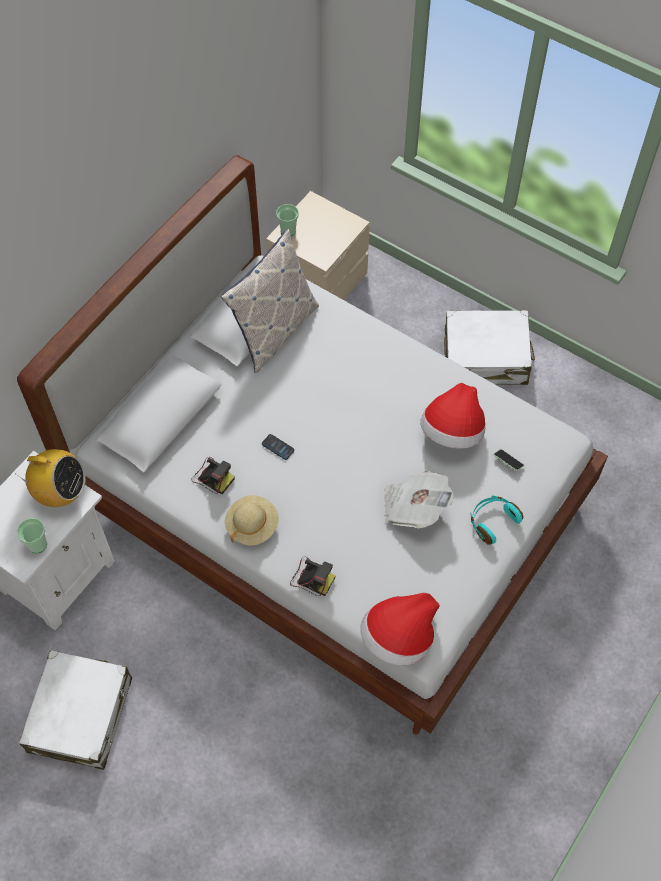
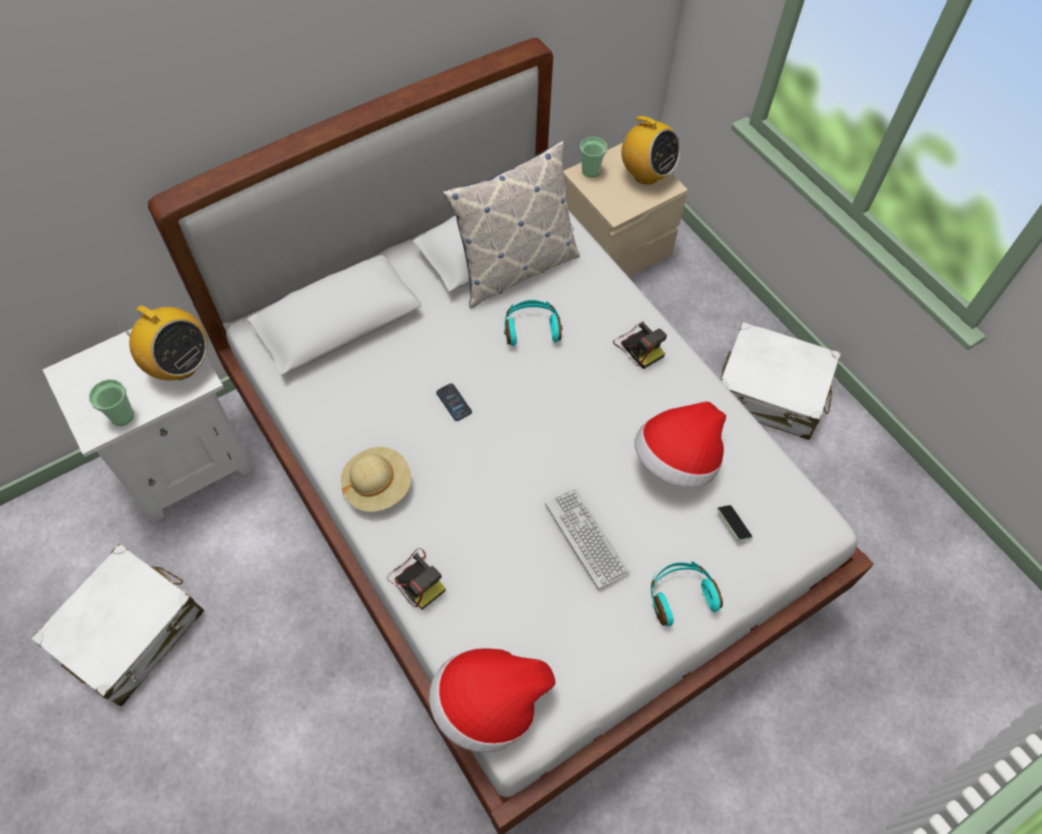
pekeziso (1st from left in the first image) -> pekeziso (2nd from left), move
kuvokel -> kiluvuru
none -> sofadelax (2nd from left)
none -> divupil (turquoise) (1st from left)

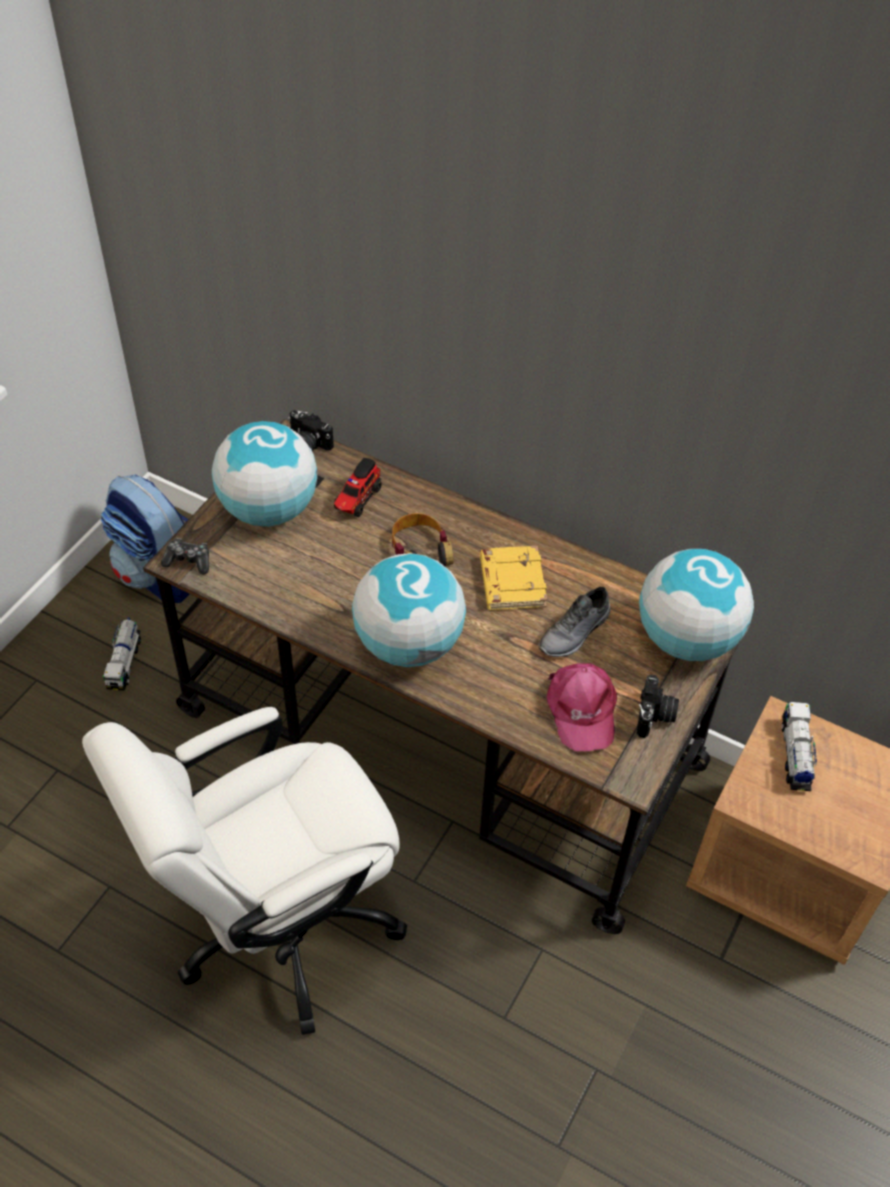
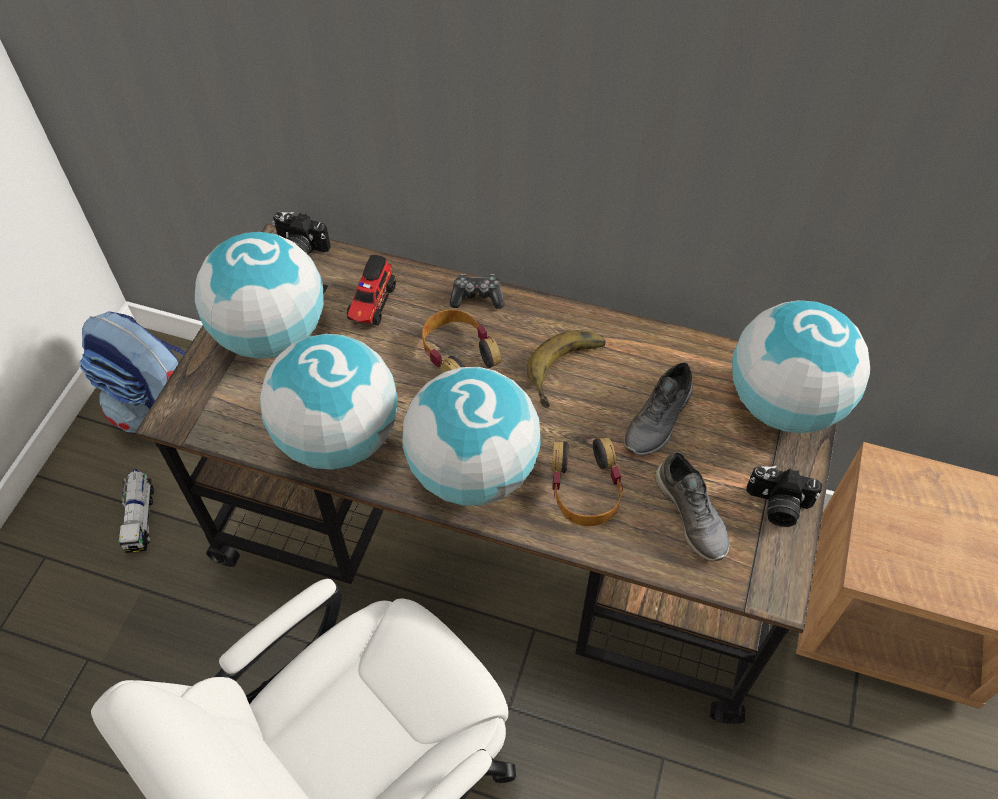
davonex, move
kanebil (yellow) -> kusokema
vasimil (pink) -> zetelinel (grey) (2nd from left)
pekeziso (2nd from left), 105 degrees clockwise
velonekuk (3rd from left) -> none
none -> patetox (2nd from left)
none -> divupil (2nd from left)

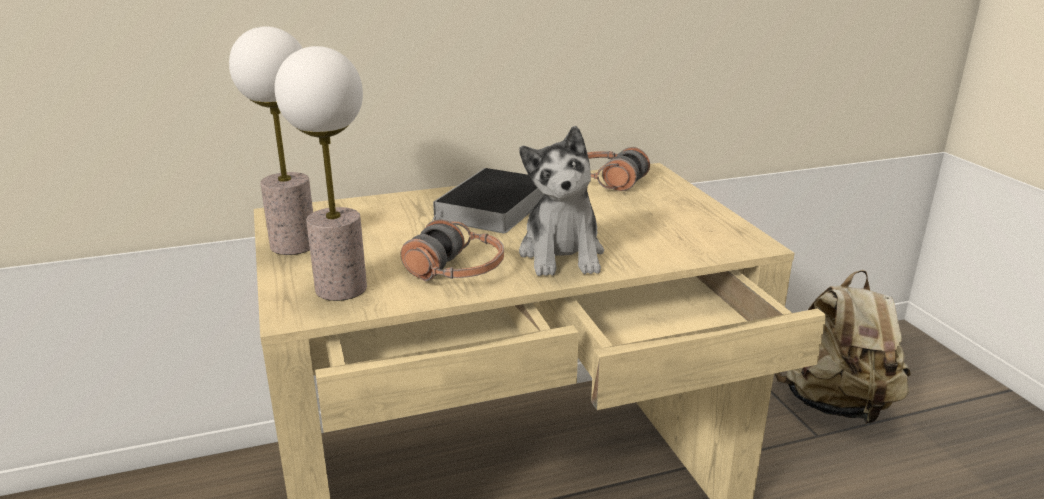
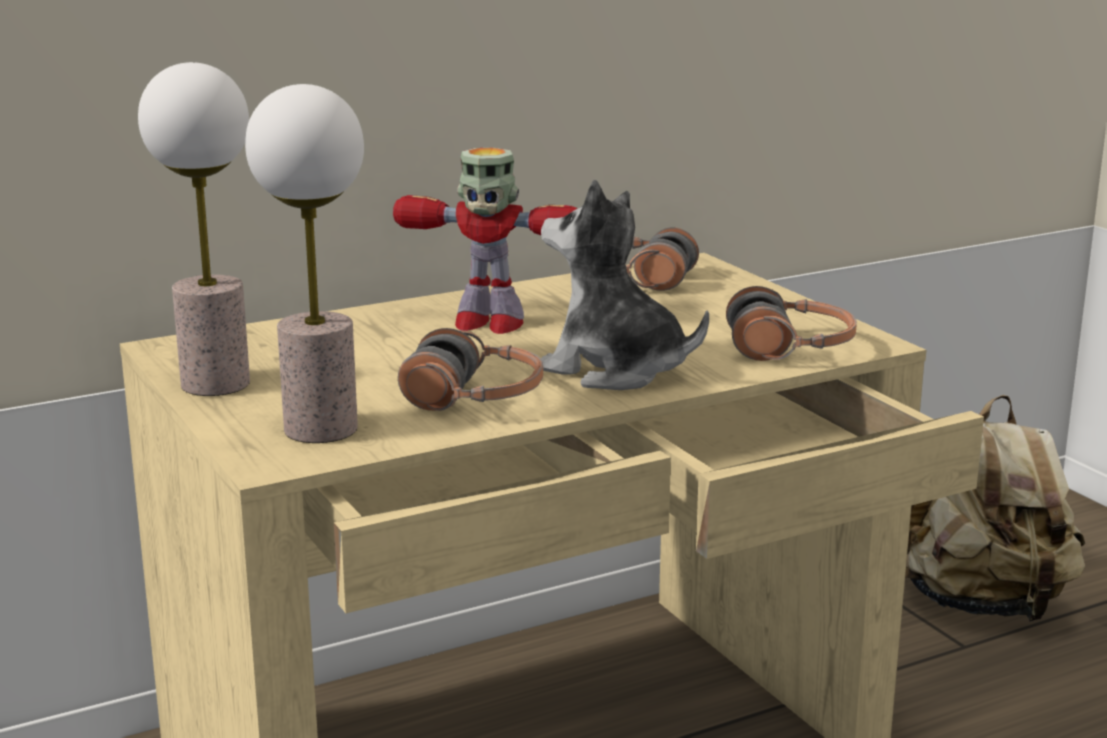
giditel, 135 degrees clockwise
kanebil -> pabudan
none -> divupil (3rd from left)

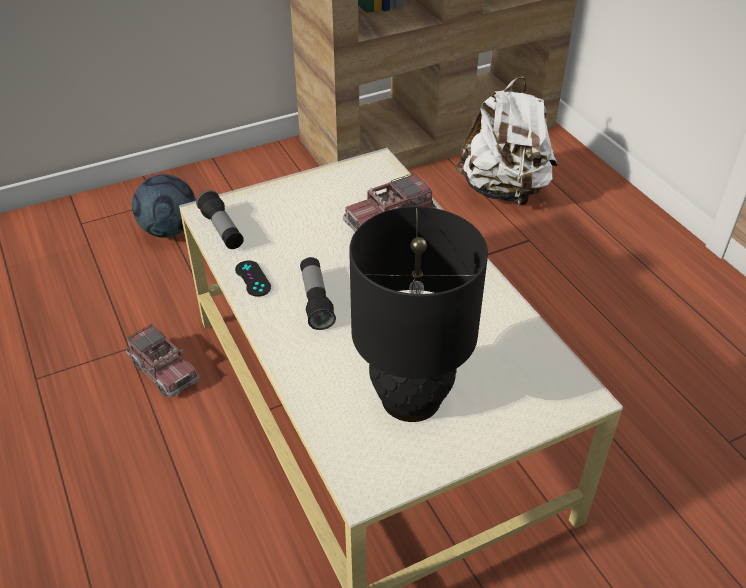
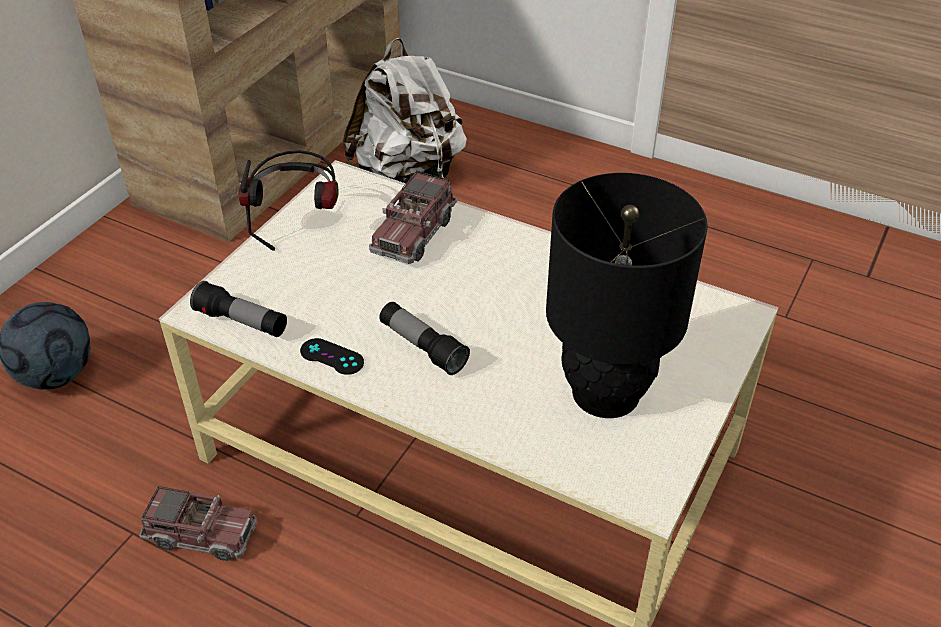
none -> divupil

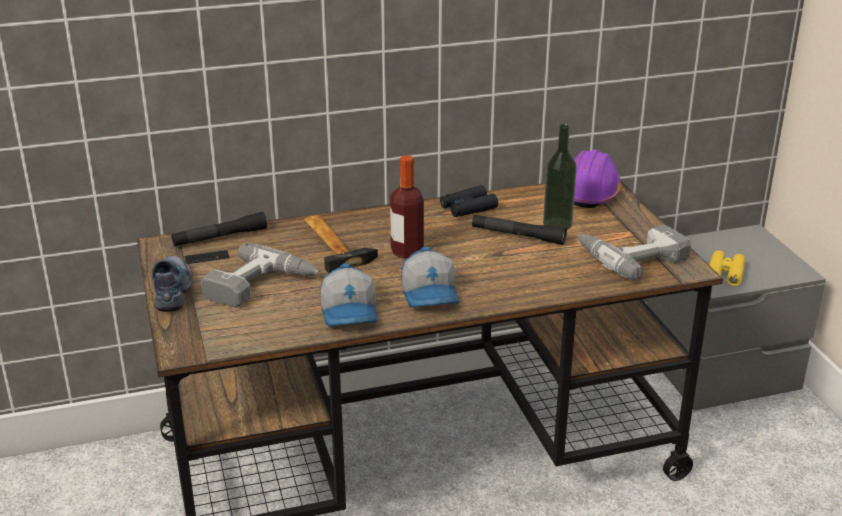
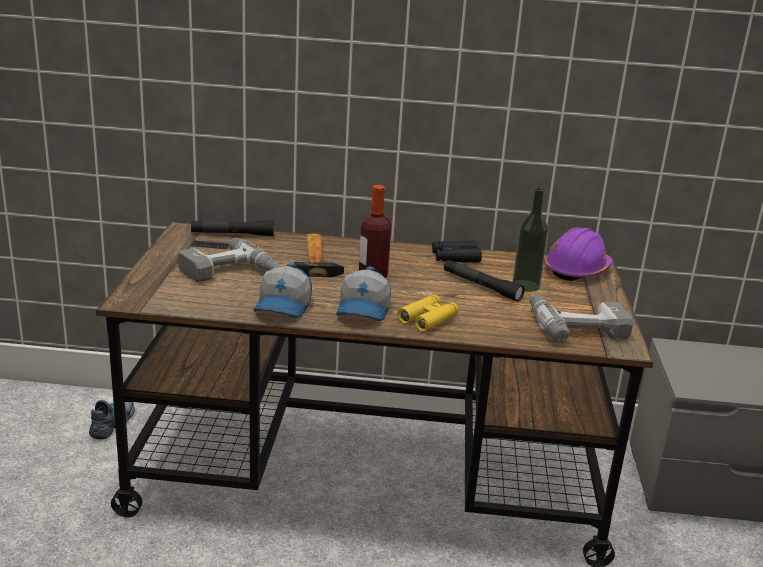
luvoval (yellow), move
zetelinel, move

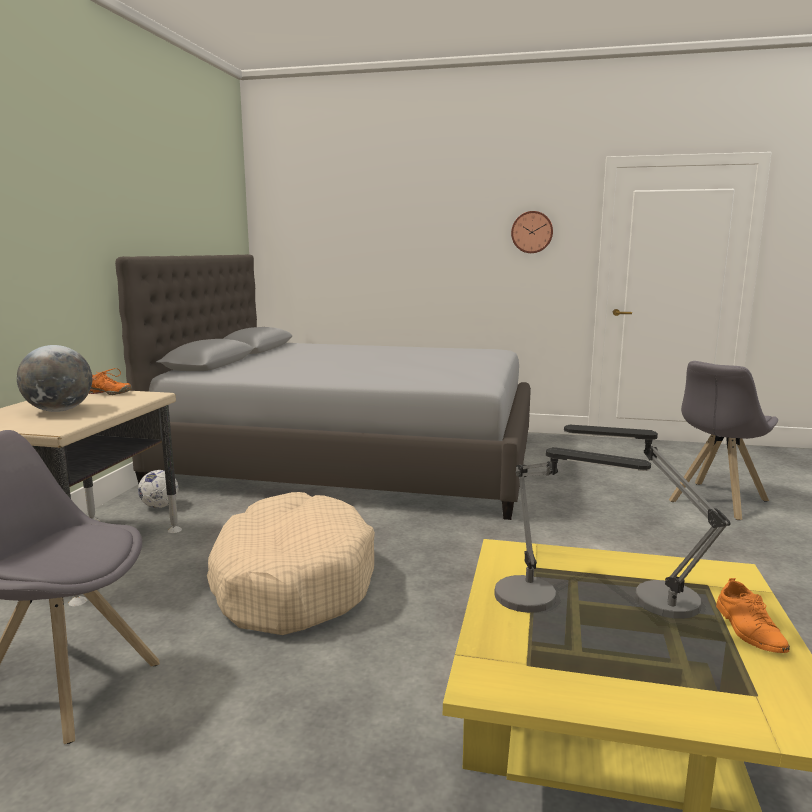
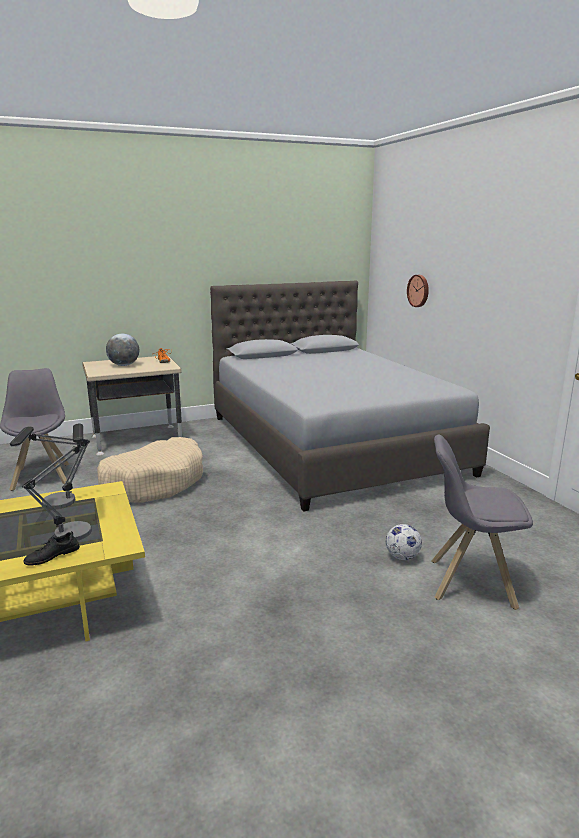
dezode, move
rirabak, move
zetelinel (orange) (2nd from left) -> zetelinel (black)

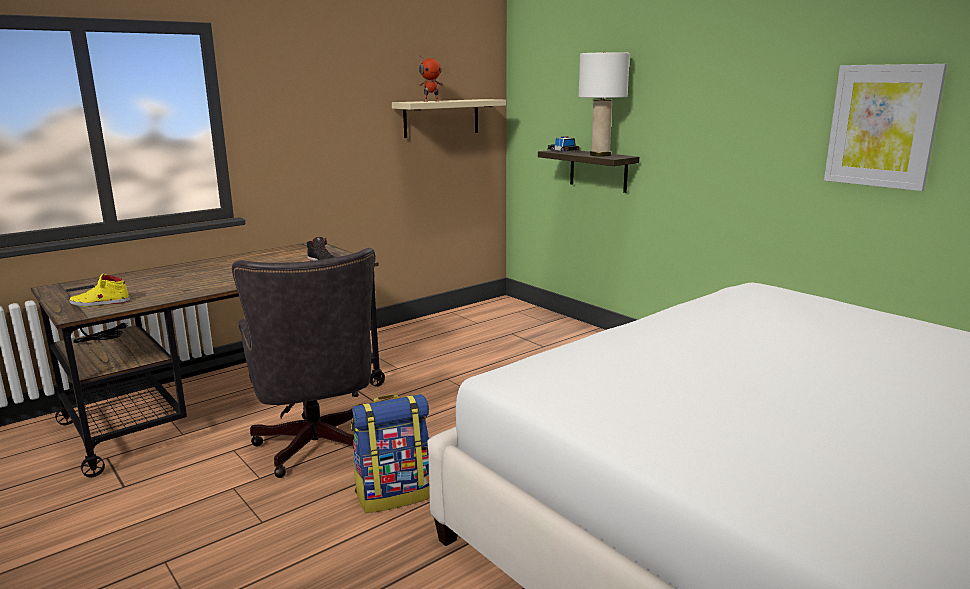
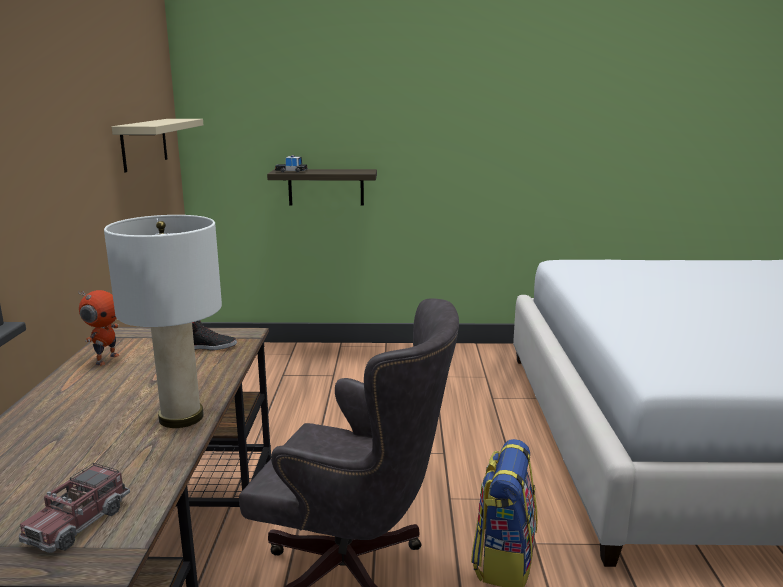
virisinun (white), move
pabudan, move
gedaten -> none
zetelinel (yellow) -> velonekuk

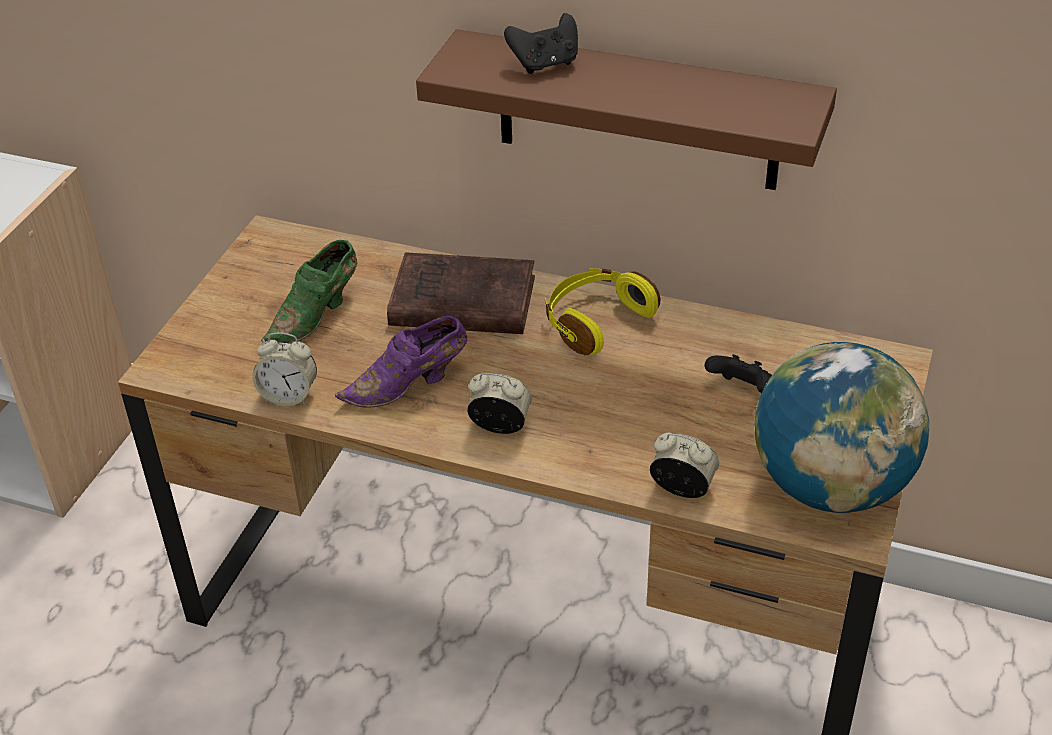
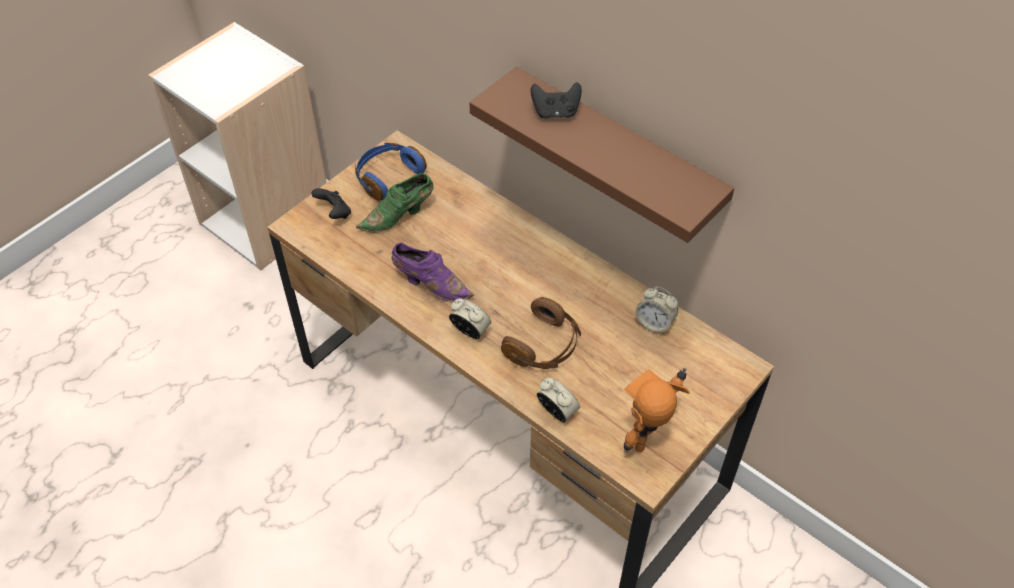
kanebil (brown) -> none
divupil (yellow) -> none
zetelinel (purple), 150 degrees counterclockwise
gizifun (1st from left in the first image) -> gizifun (3rd from left), move
patetox -> pabudan
davonex (black) (2nd from left in the first image) -> davonex (black) (1st from left), move
none -> divupil (blue)
none -> divupil (brown)

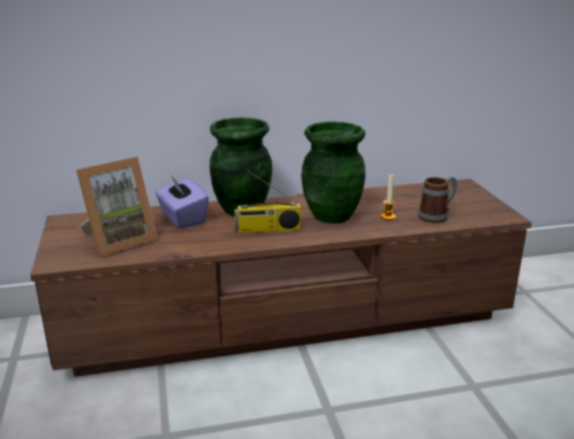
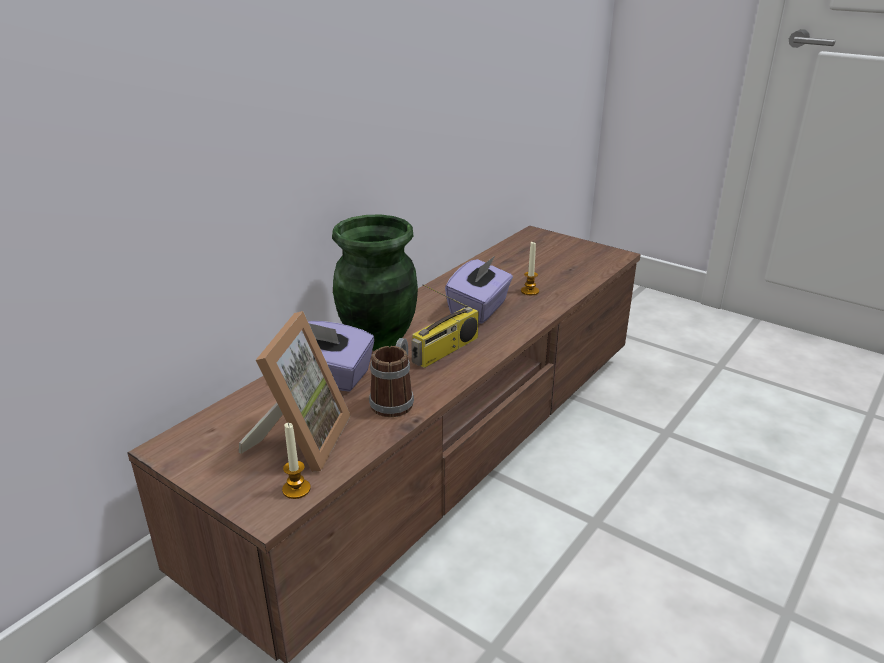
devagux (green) (2nd from left) -> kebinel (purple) (2nd from left)
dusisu, move
none -> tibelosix (1st from left)

